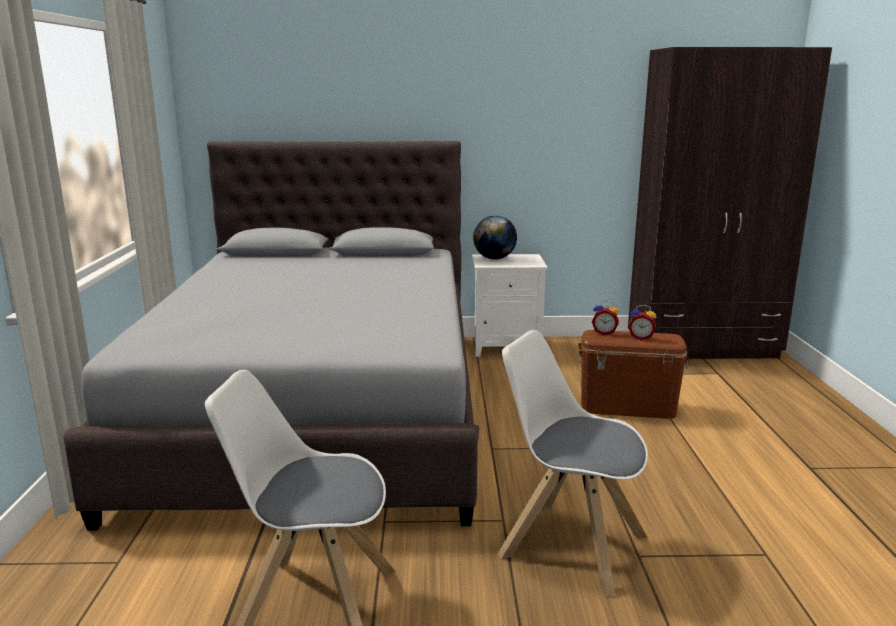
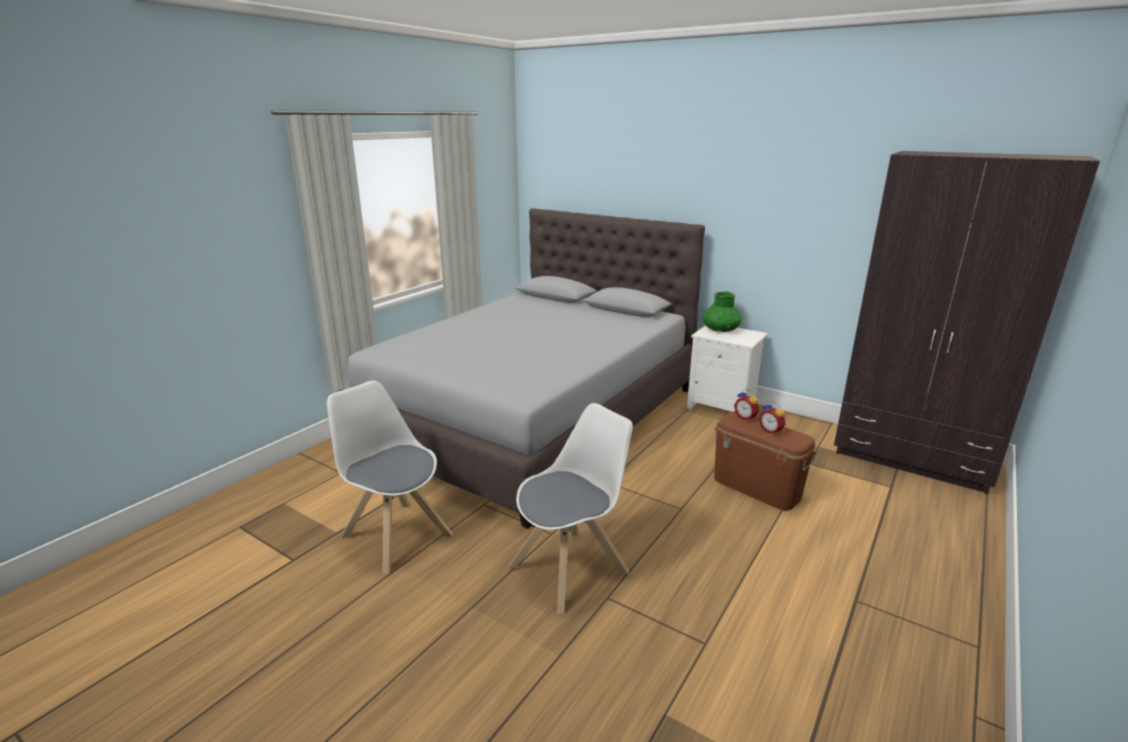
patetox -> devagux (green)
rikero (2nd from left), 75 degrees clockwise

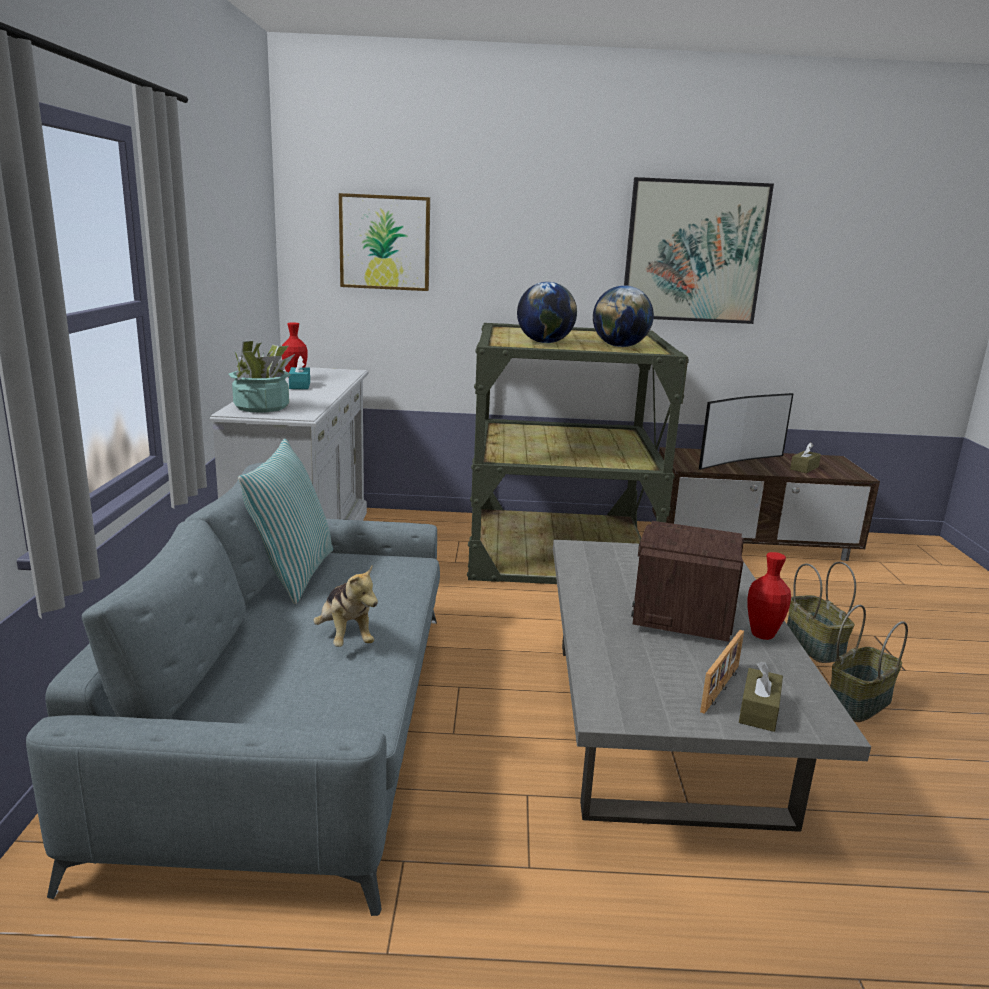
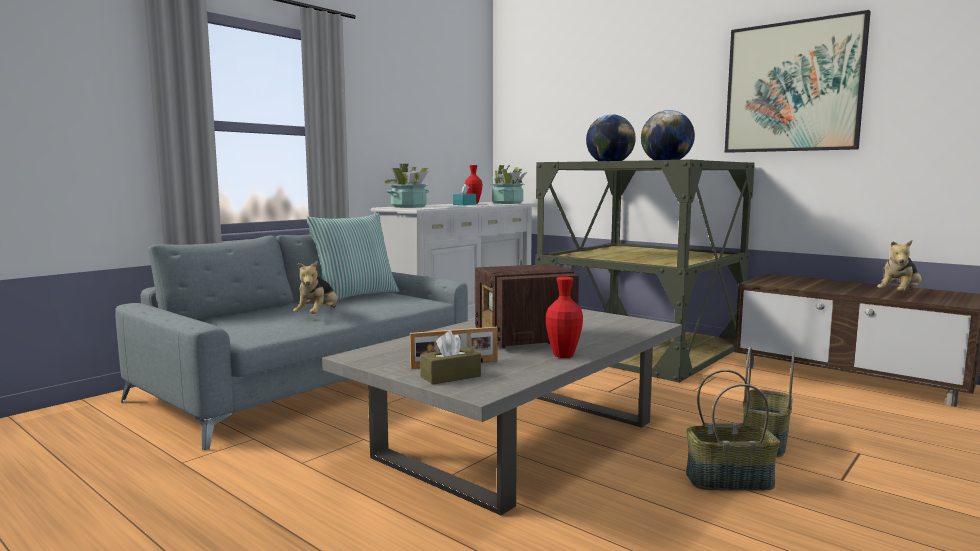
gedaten (1st from left) -> none
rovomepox -> none
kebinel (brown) (2nd from left) -> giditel (2nd from left)
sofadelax, 75 degrees counterclockwise
none -> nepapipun (2nd from left)

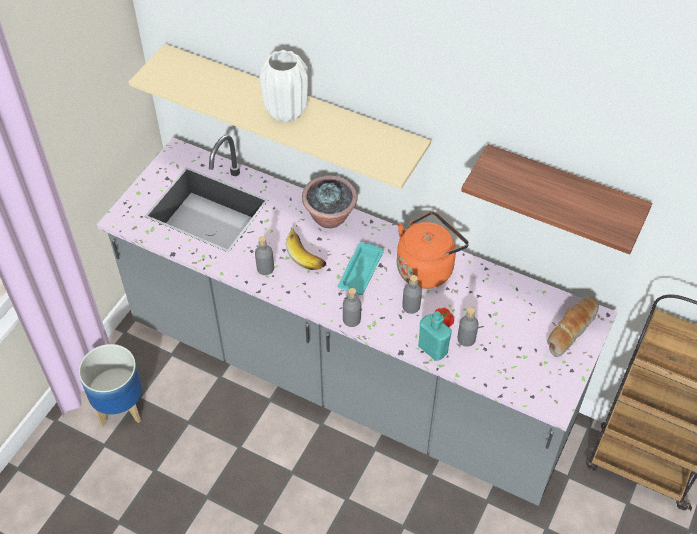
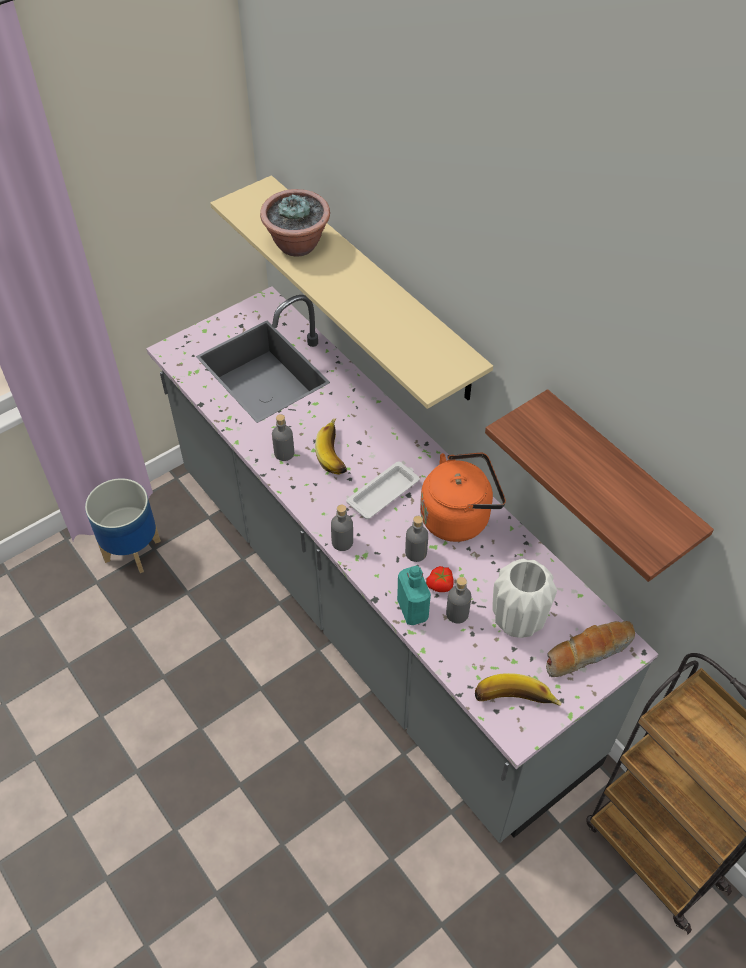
devagux (white), move
nepapipun, move
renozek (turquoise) -> renozek (white)
none -> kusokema (2nd from left)

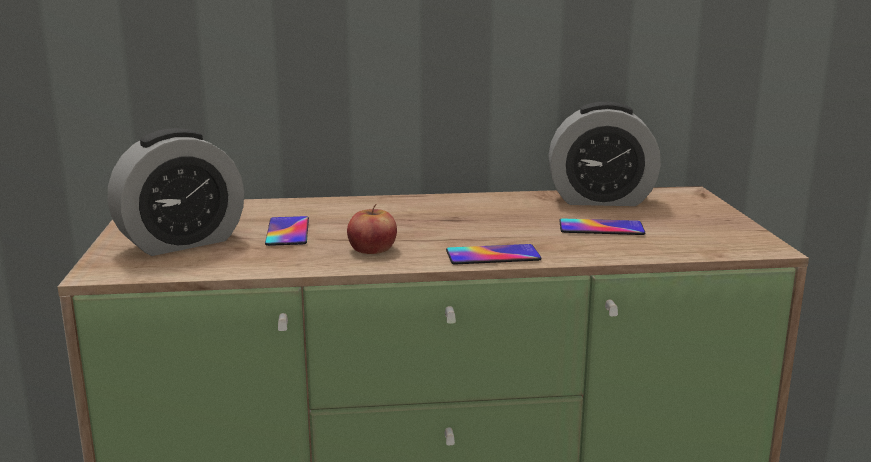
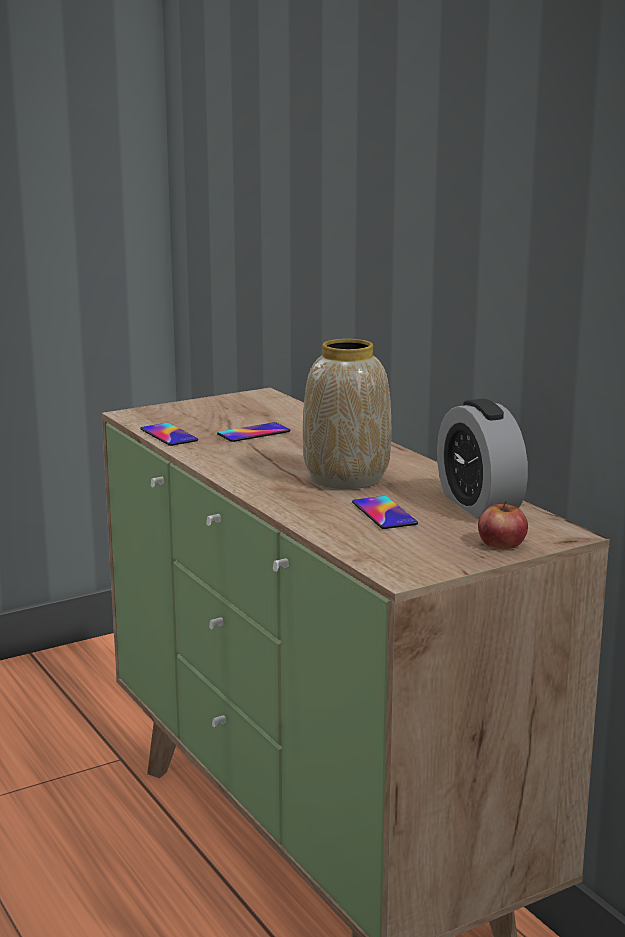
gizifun (1st from left) -> none
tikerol, move
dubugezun (2nd from left in the first image) -> dubugezun (1st from left), move
none -> devagux

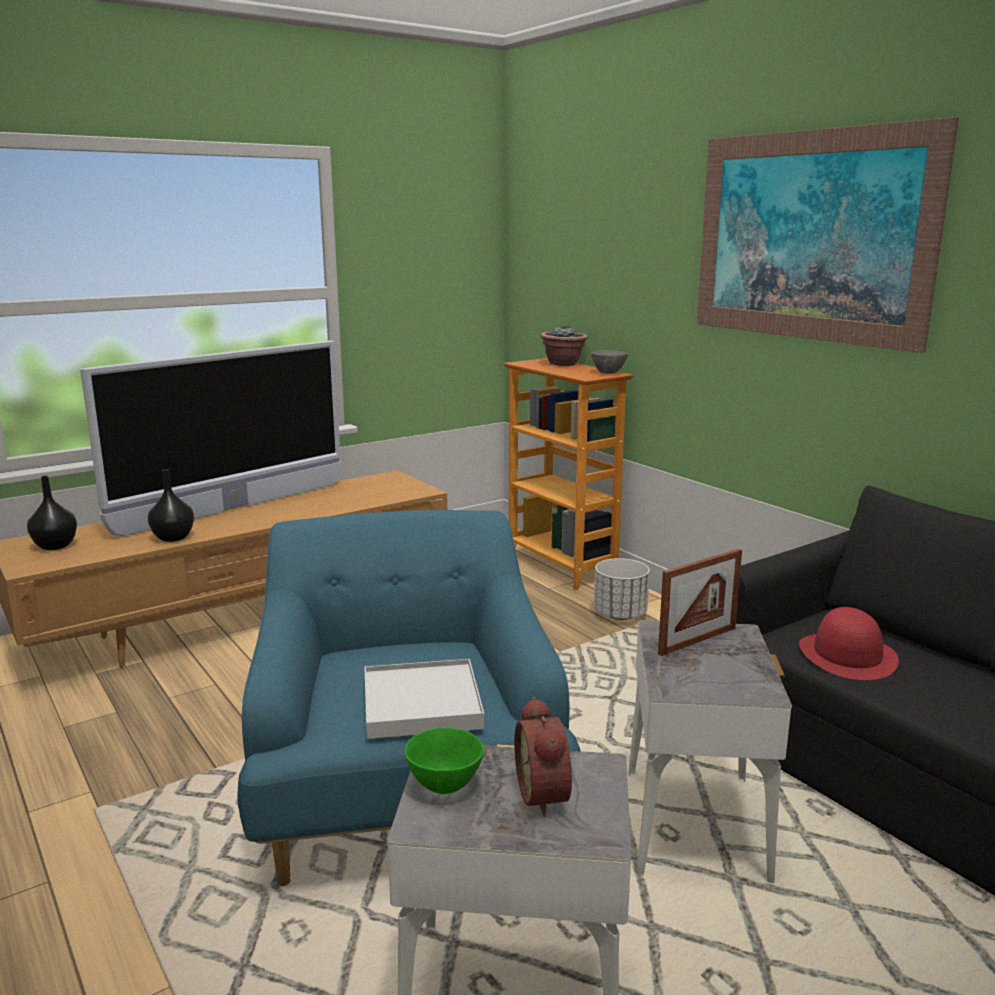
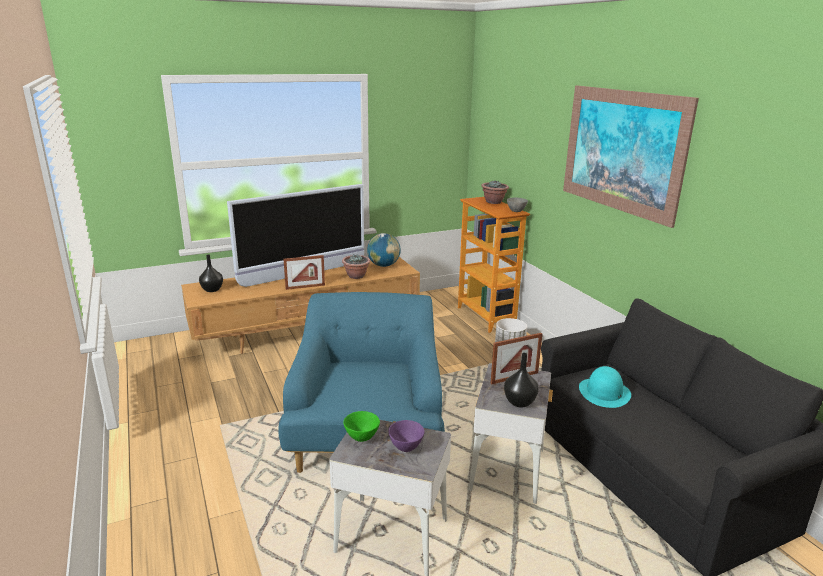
devagux (black) (2nd from left), move
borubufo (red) -> borubufo (turquoise)
renozek (white) -> none
gizifun -> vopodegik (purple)
none -> patetox
none -> nepapipun (1st from left)
none -> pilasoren (1st from left)

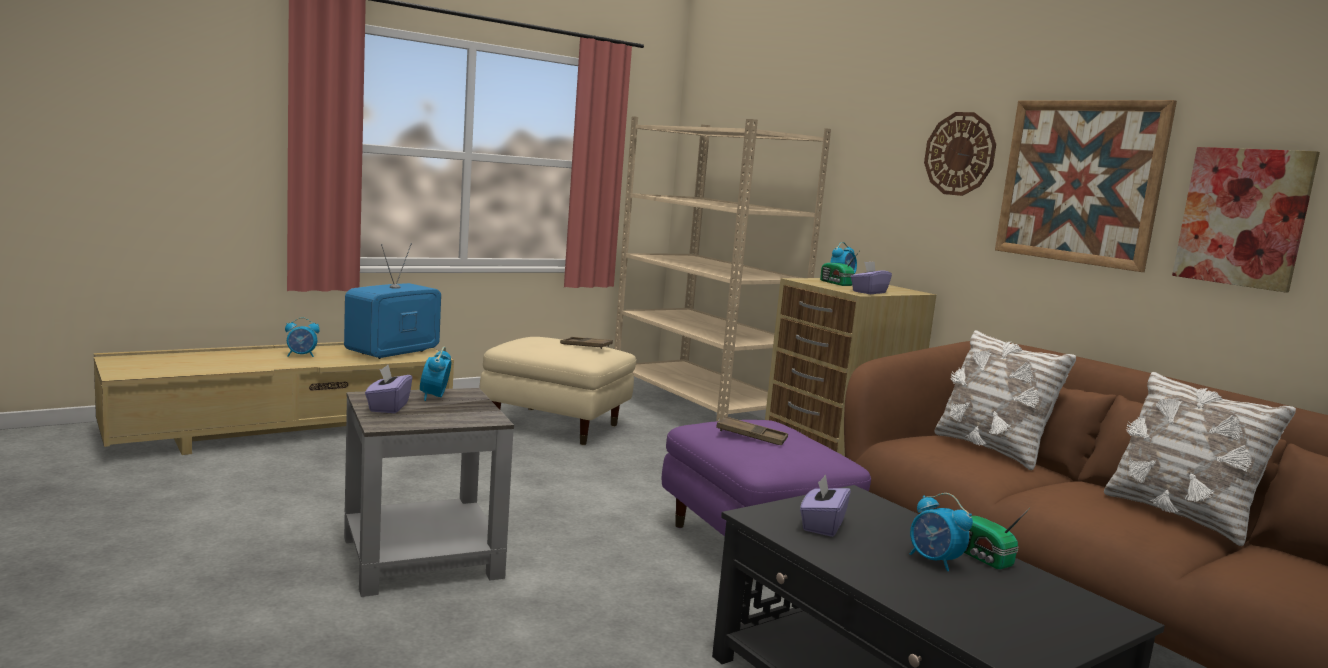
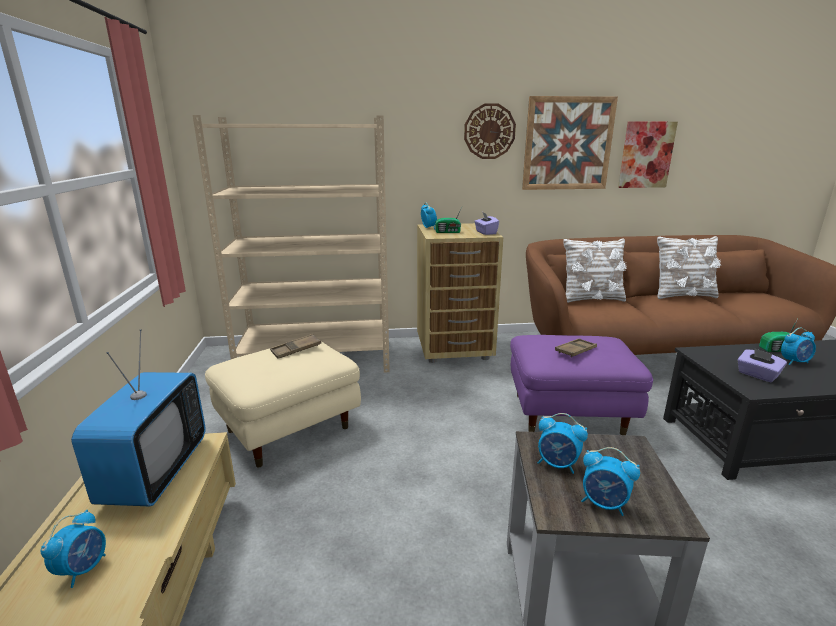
rovomepox, 150 degrees counterclockwise
kebinel (purple) (1st from left) -> gizifun (4th from left)

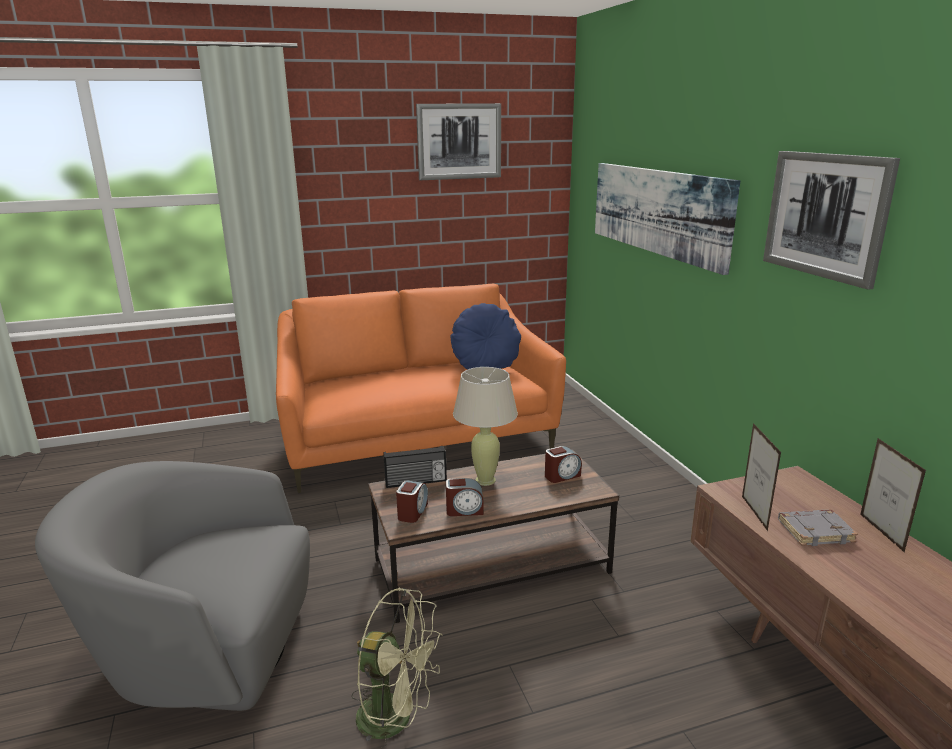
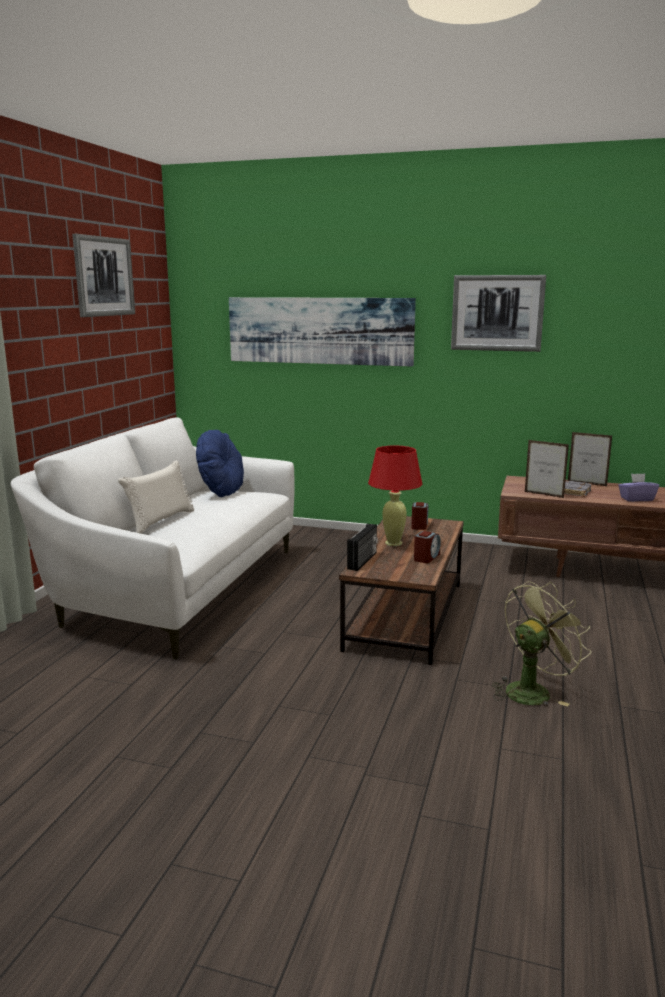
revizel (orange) -> revizel (white)
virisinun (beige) -> virisinun (red)
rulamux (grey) -> none
gizifun (1st from left) -> none
none -> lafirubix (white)
none -> kebinel (purple)

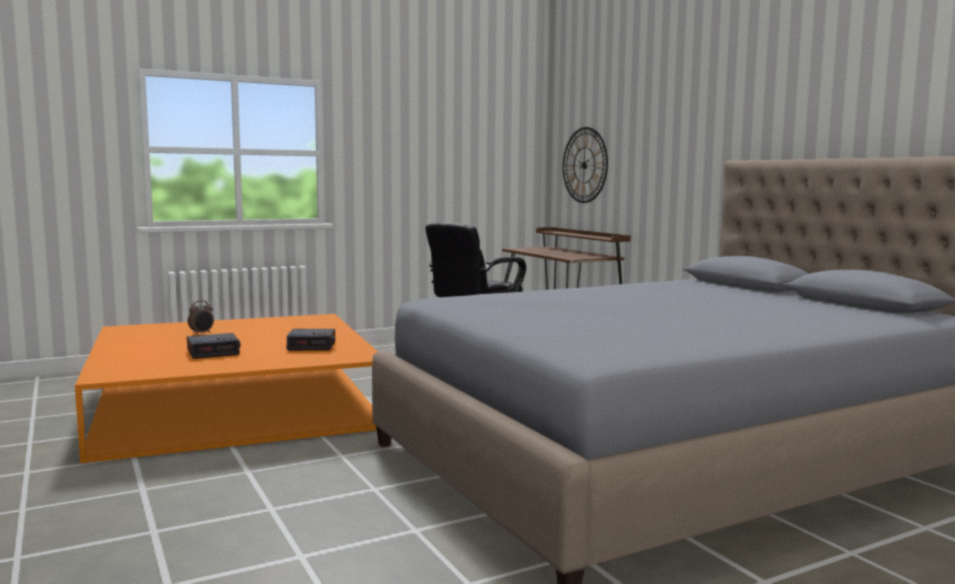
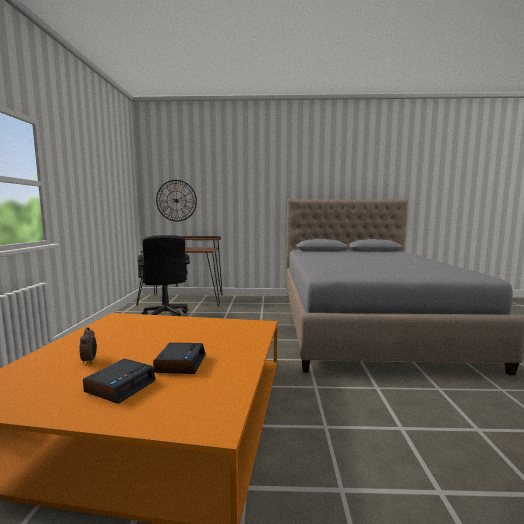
gizifun (3rd from left in the first image) -> gizifun (2nd from left), move

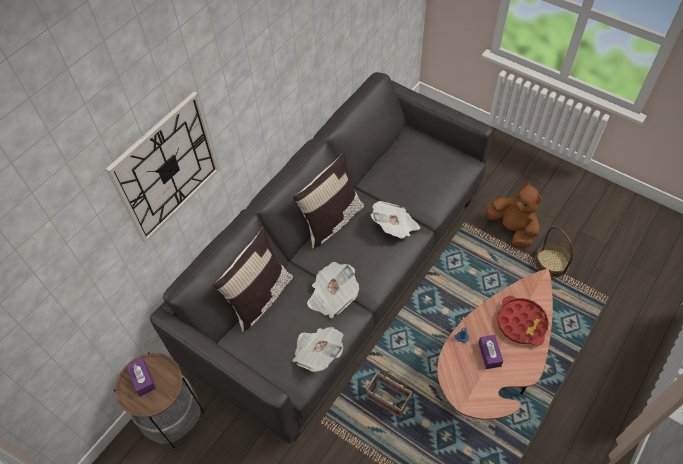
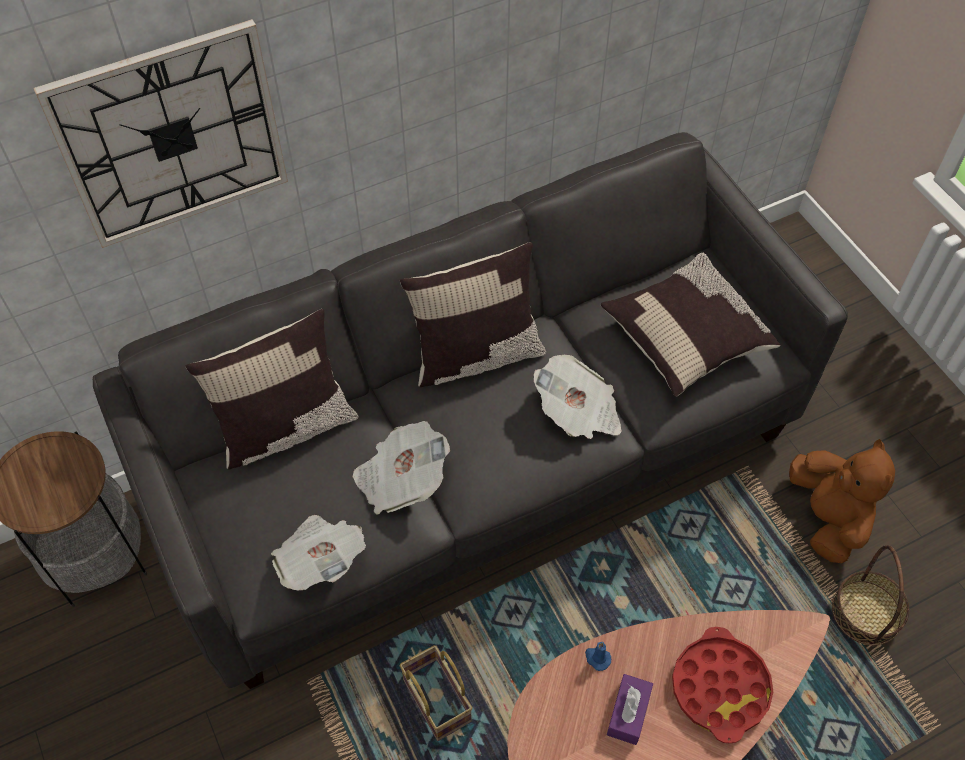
kebinel (purple) (1st from left) -> none
none -> lafirubix (3rd from left)

